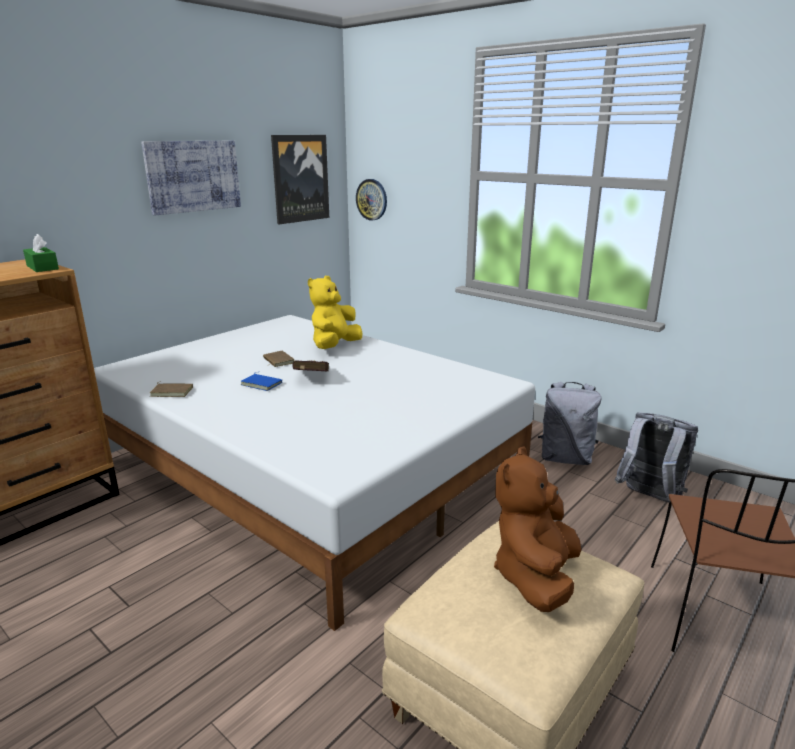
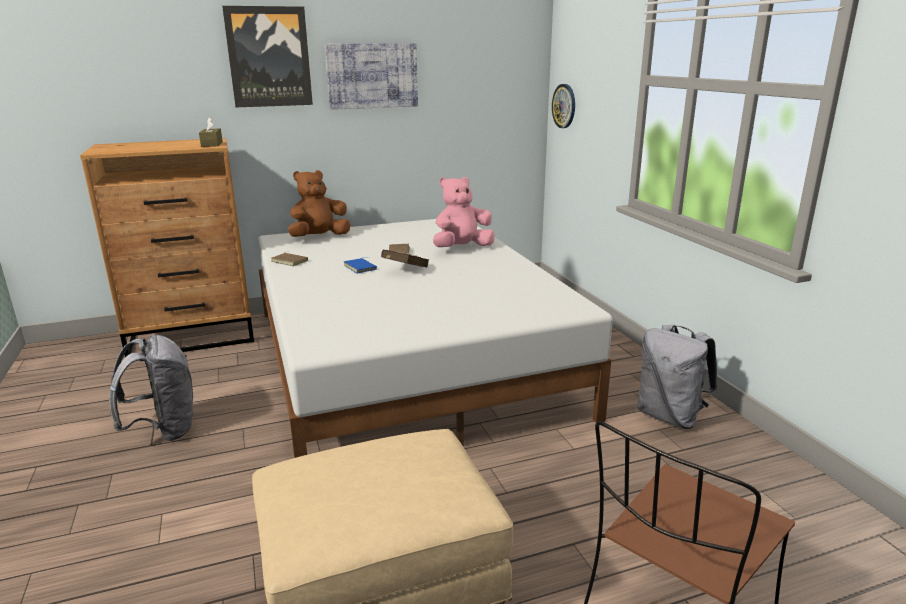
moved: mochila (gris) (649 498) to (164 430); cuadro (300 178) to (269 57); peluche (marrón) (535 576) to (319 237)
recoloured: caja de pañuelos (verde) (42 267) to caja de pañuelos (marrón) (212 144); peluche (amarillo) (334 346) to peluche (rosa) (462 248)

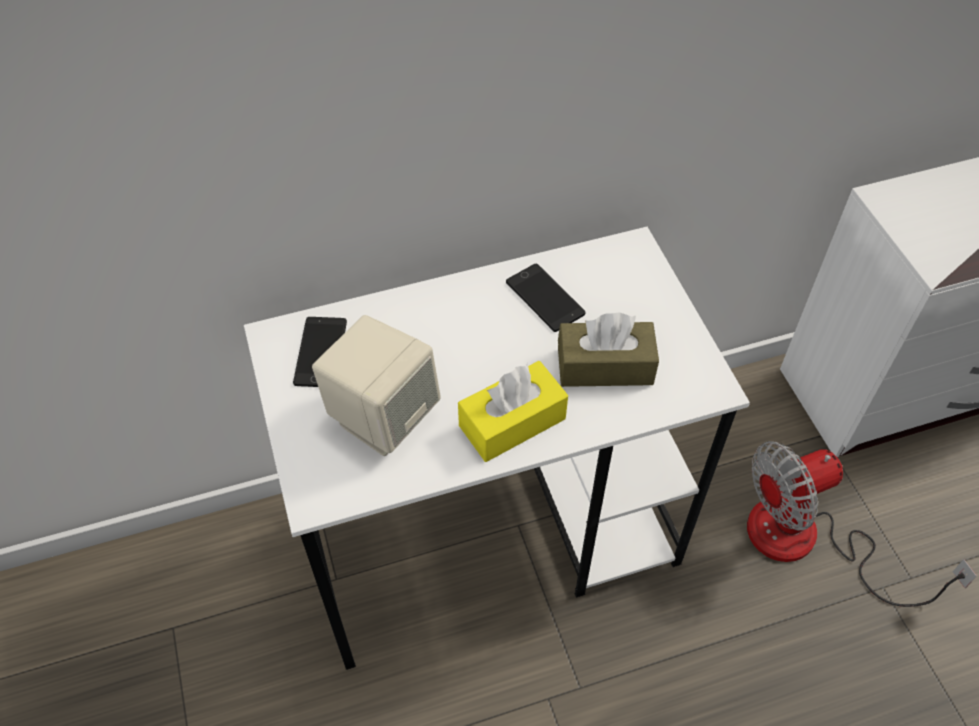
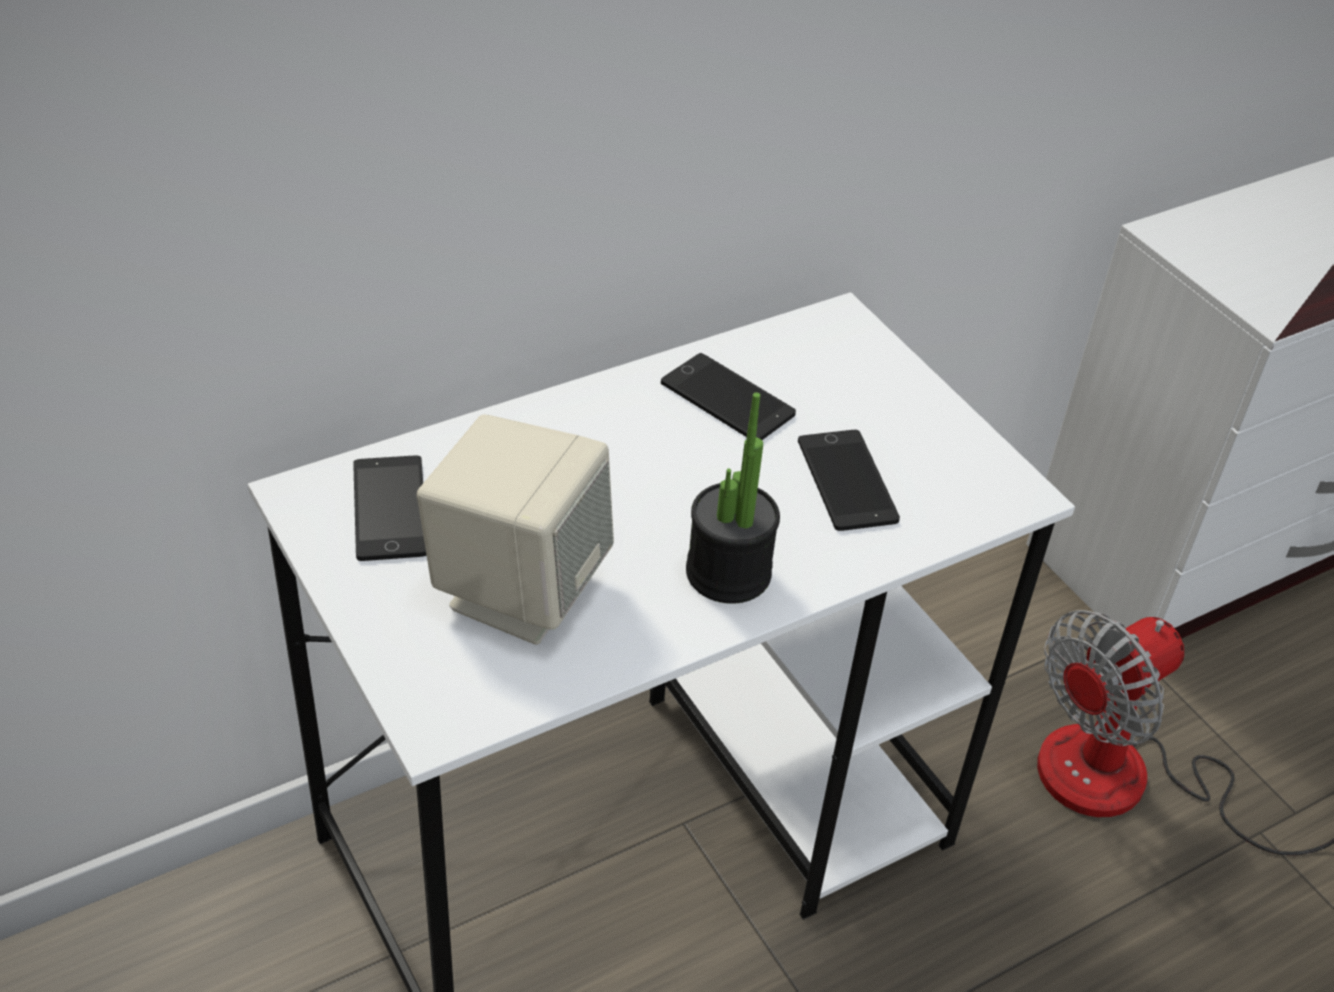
replaced: caja de pañuelos (amarillo) (512 422) to planta en maceta (728 573); caja de pañuelos (marrón) (605 366) to móvil (847 481)

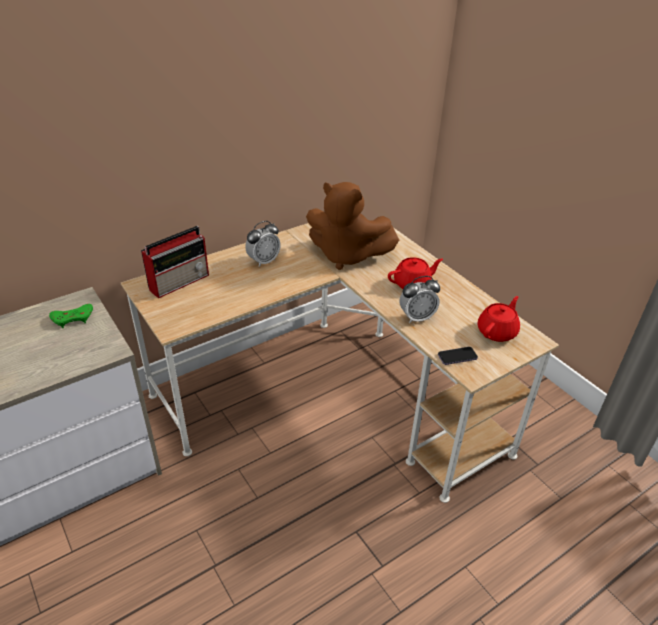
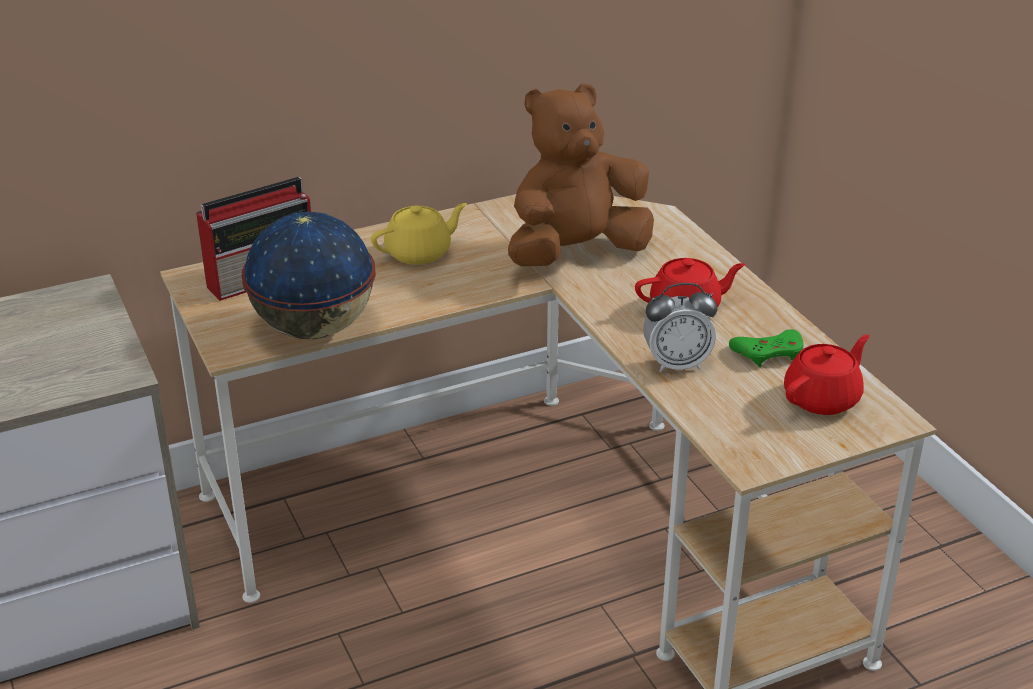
removed: móvil (457 357)
added: globo terráqueo (315 328)
moved: mando de consola (verde) (73 318) to (769 353)
replaced: despertador (263 261) to tetera (amarillo) (420 253)
turned: peluche (marrón) (346 256) = (575 253) 120 degrees clockwise

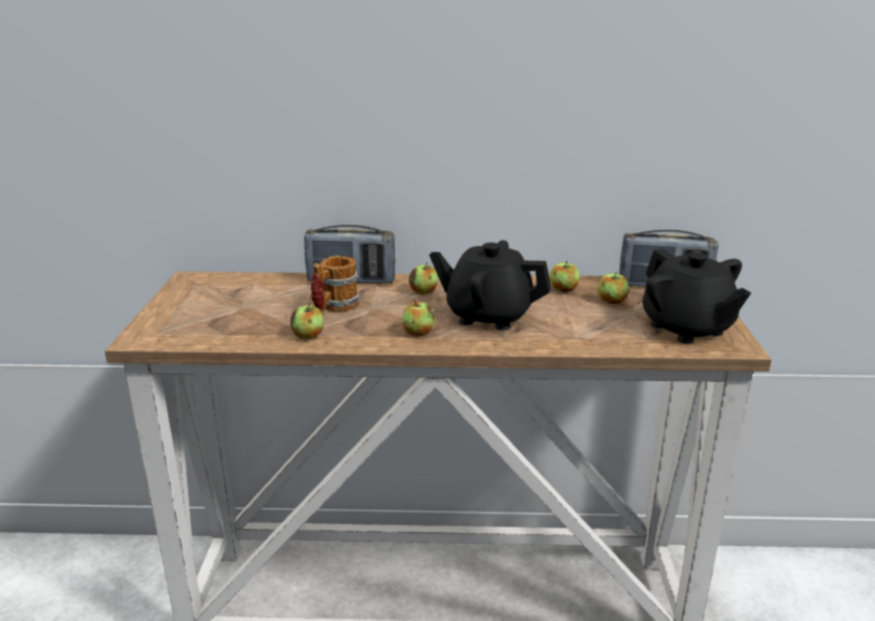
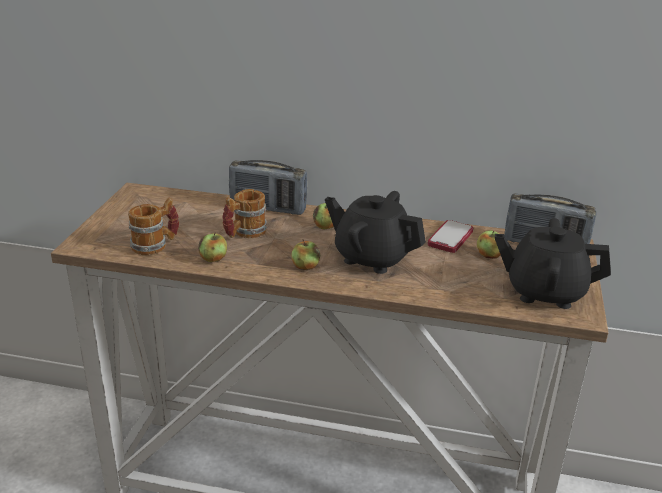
added: taza grande (156 245)
replaced: manzana (563 289) to móvil (450 238)
turned: tetera (negro) (686 328) = (544 292) 120 degrees clockwise

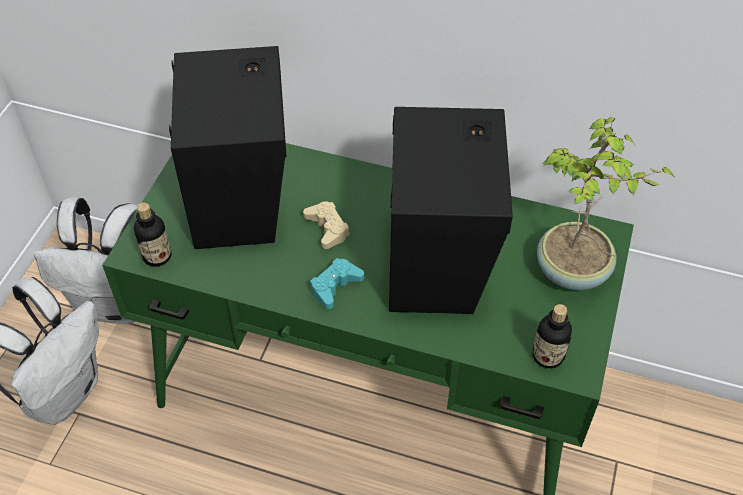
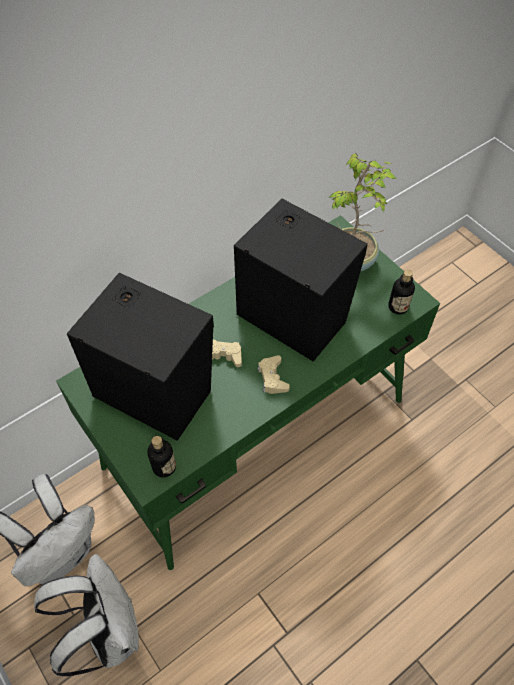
recoloured: mando de consola (turquesa) (335 286) to mando de consola (beis) (272 378)

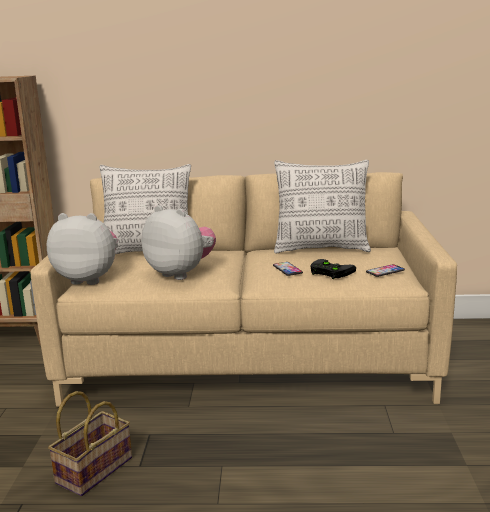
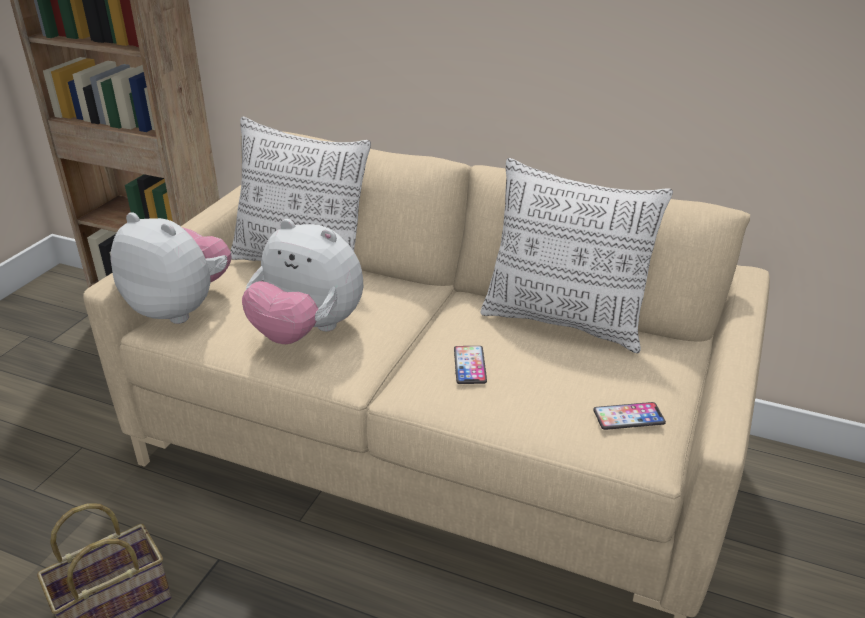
removed: mando de consola (negro) (329 272)
turned: peluche (181 273) = (307 331) 150 degrees clockwise

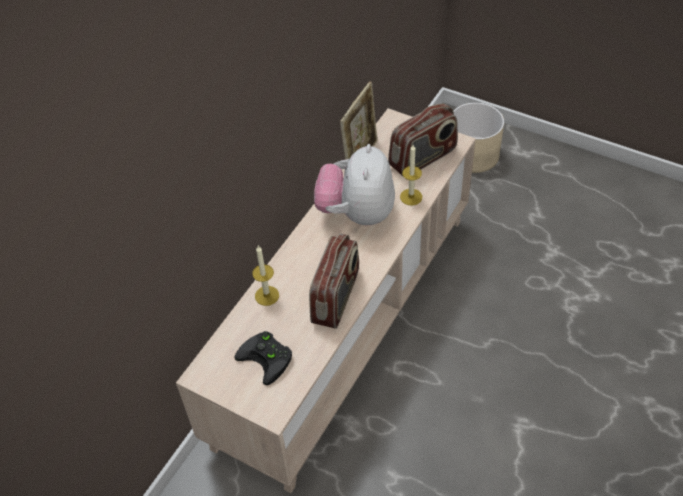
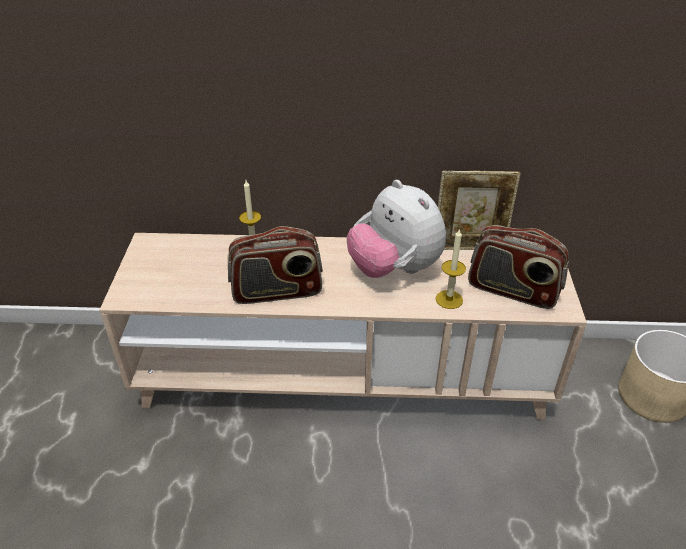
removed: mando de consola (negro) (268 358)
turned: peluche (357 213) = (394 269) 105 degrees counterclockwise

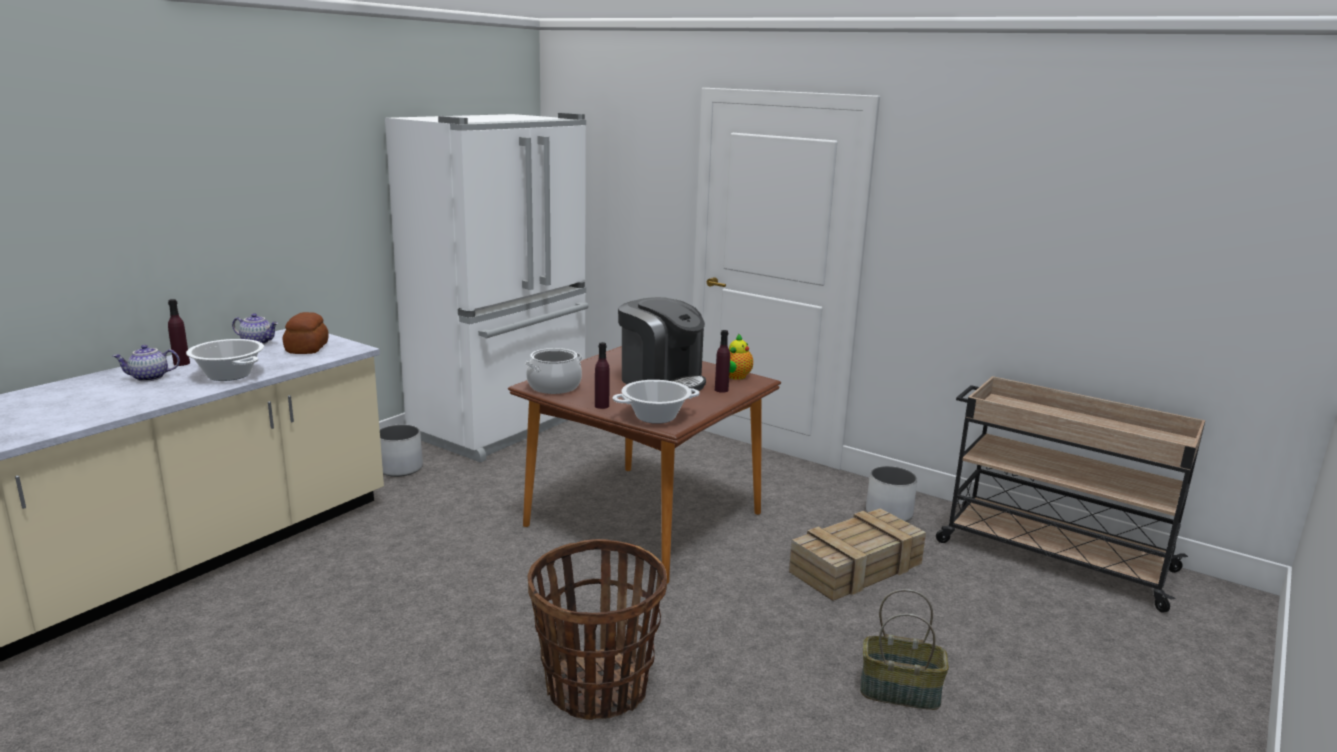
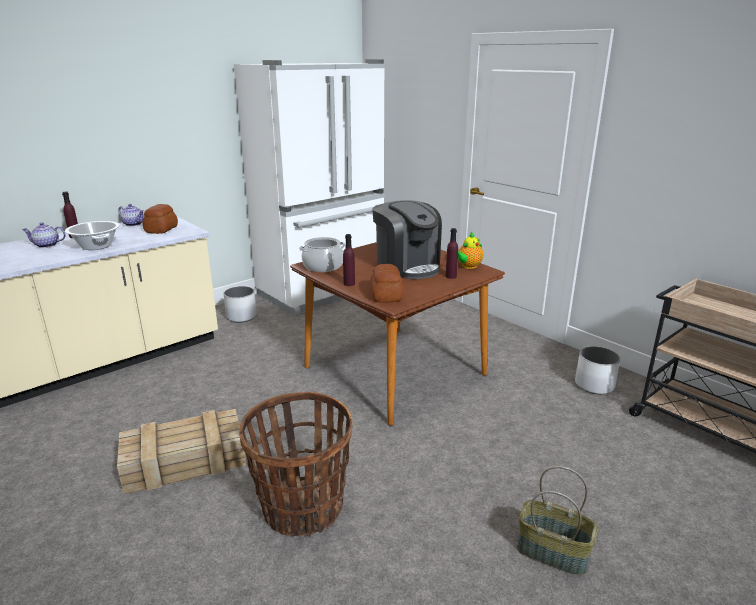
moved: caja de embalaje (855 568) to (183 462)
replaced: olla (656 417) to pan (385 295)

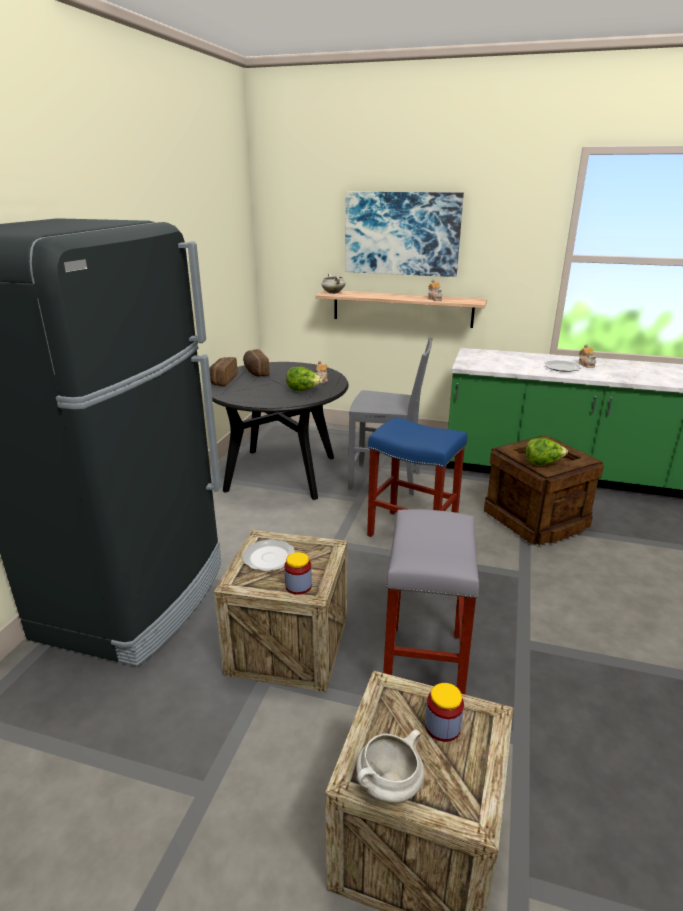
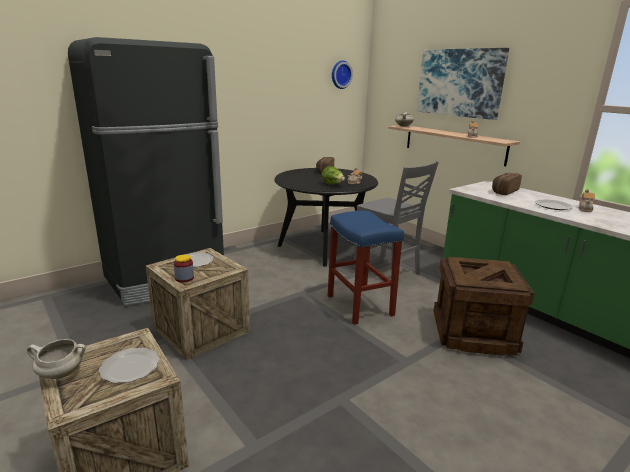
removed: taburete (gris) (423 663); lechuga (543 463)
added: reloj de pared (340 74)
moved: pan (222 380) to (503 191)
replaced: tarro (442 726) to plato (129 367)

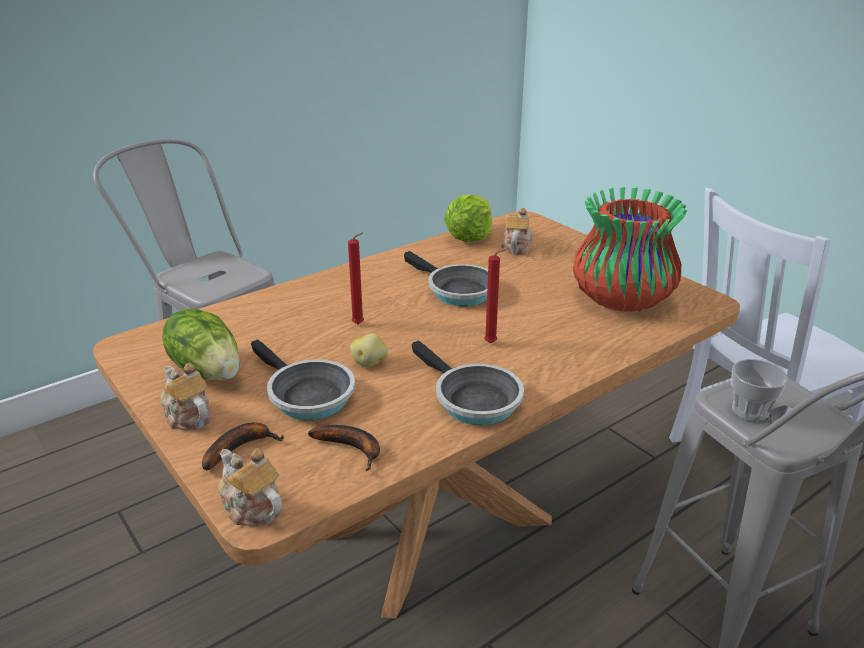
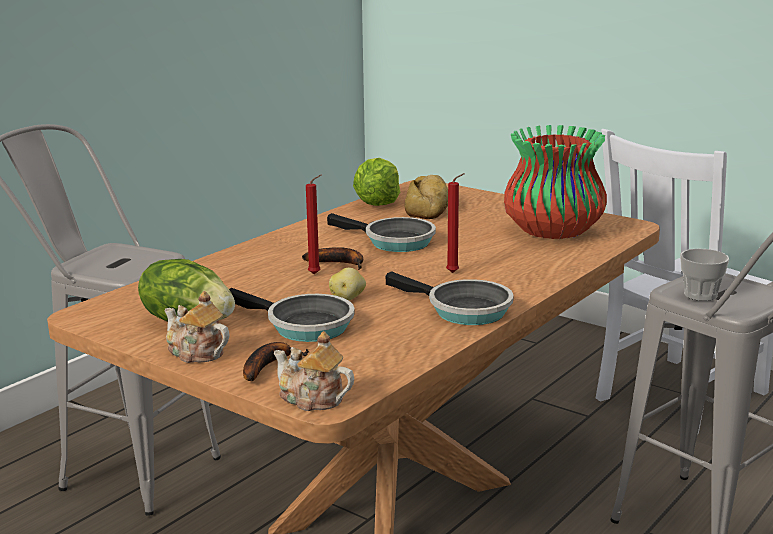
moved: plátano (352 448) to (339 263)
replaced: tetera (516 246) to pan (429 205)

